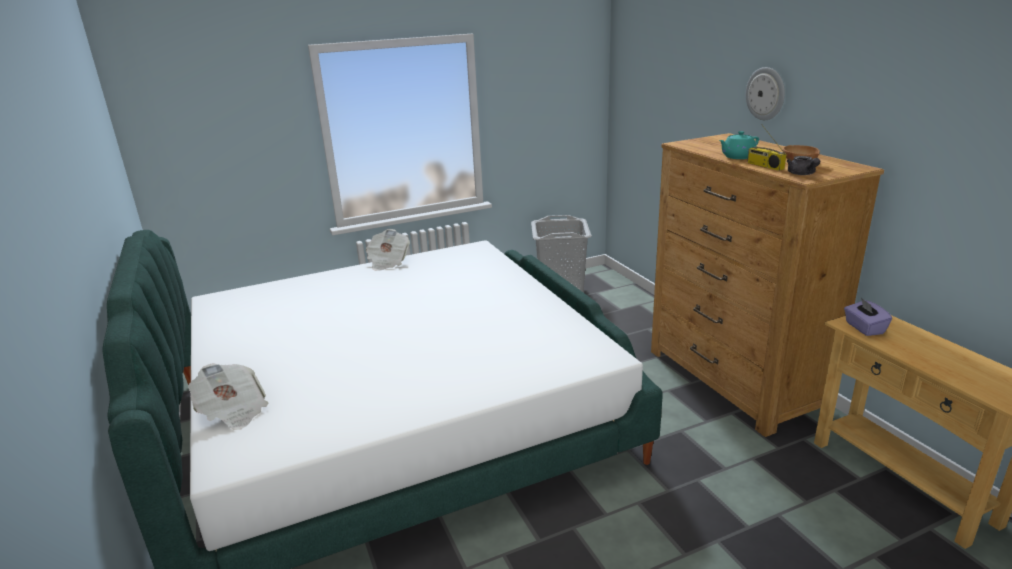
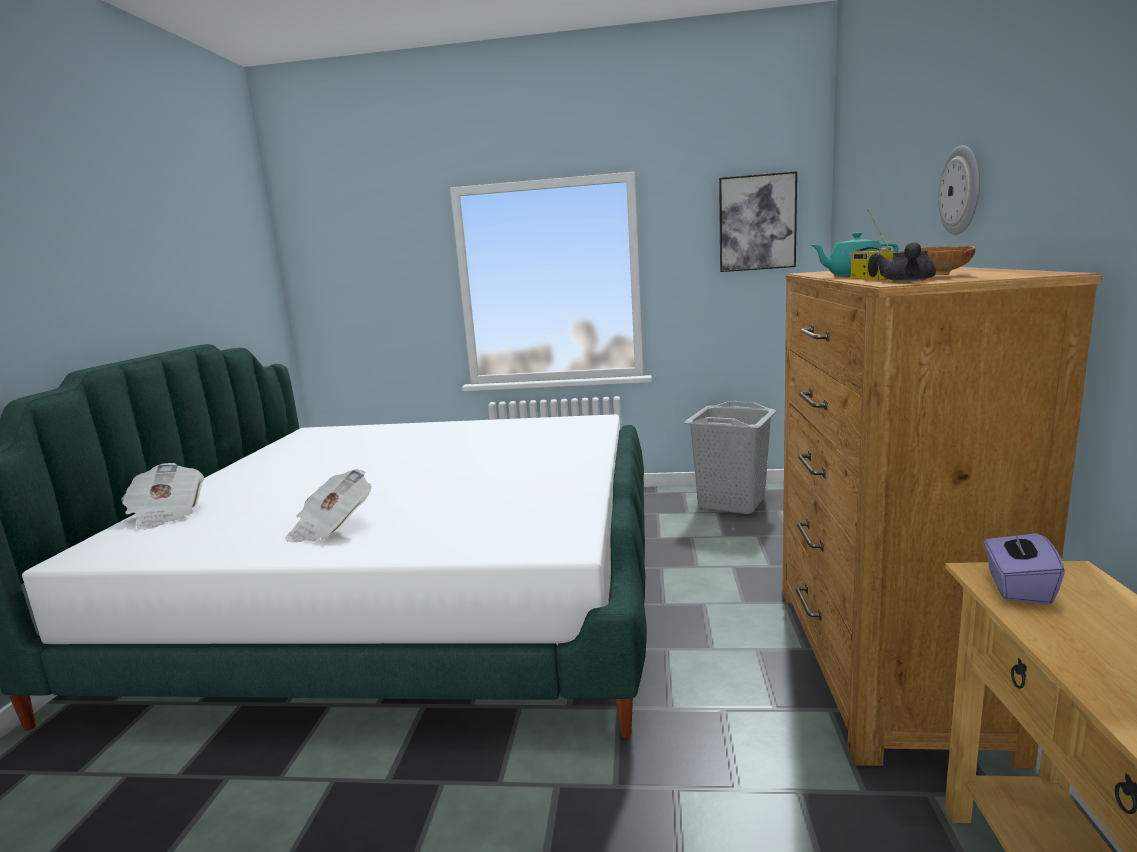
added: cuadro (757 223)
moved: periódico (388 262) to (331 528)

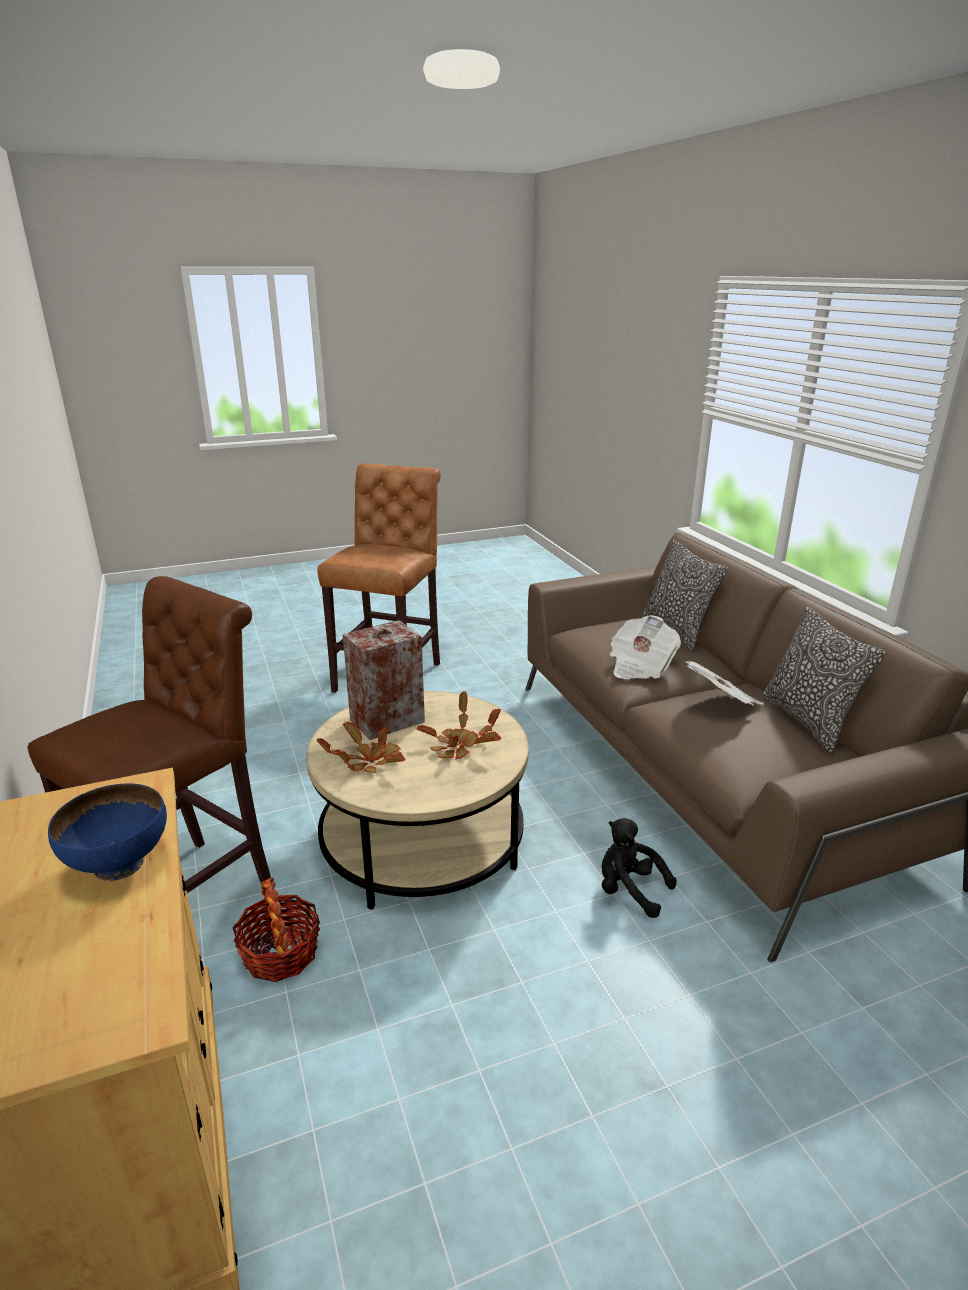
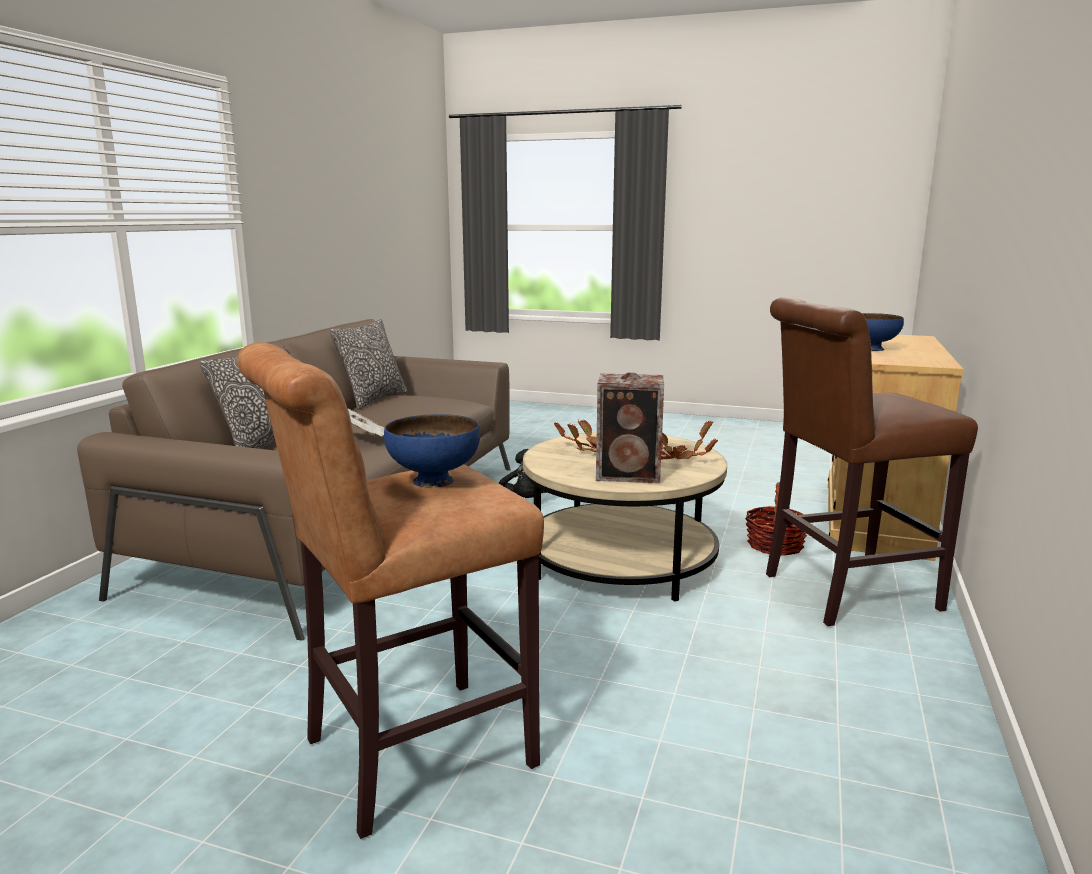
removed: periódico (721 703)
added: cuenco (azul) (434 481)

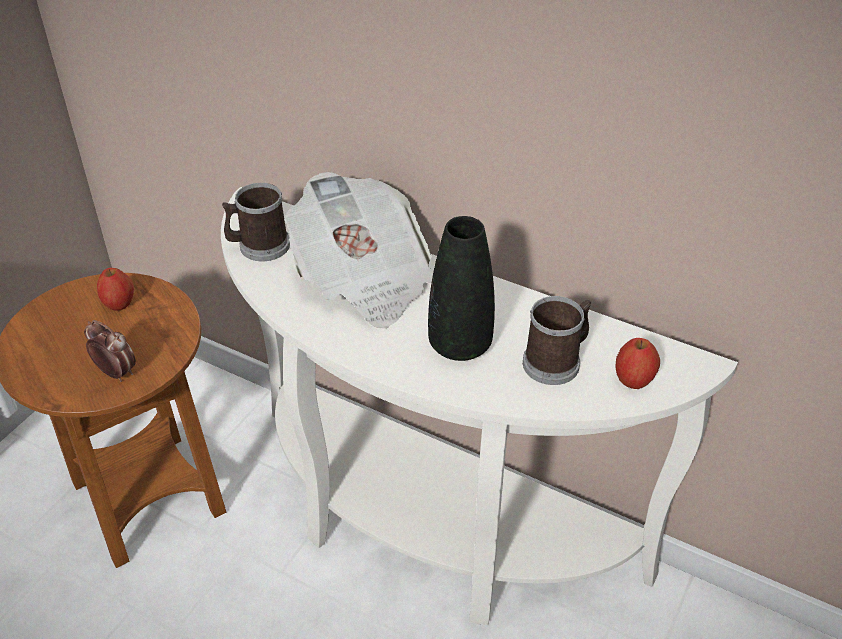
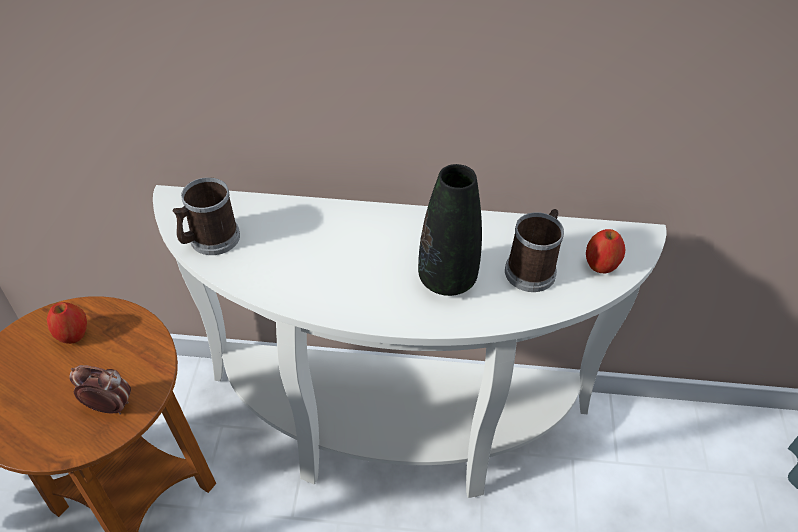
removed: periódico (363 279)

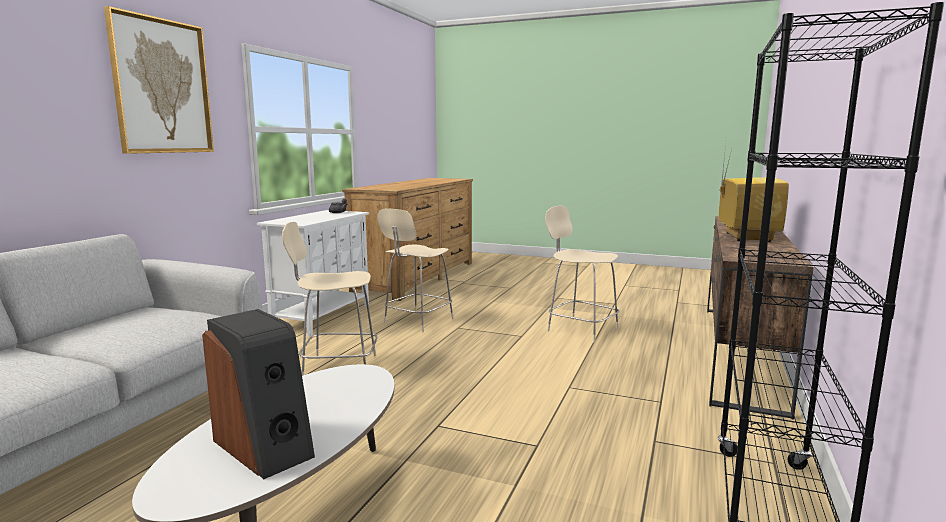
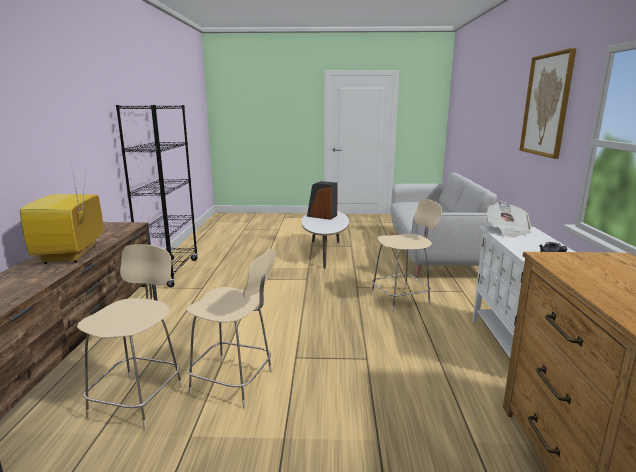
added: periódico (507 231)
moved: taburete (beis) (417 321) to (139 399)

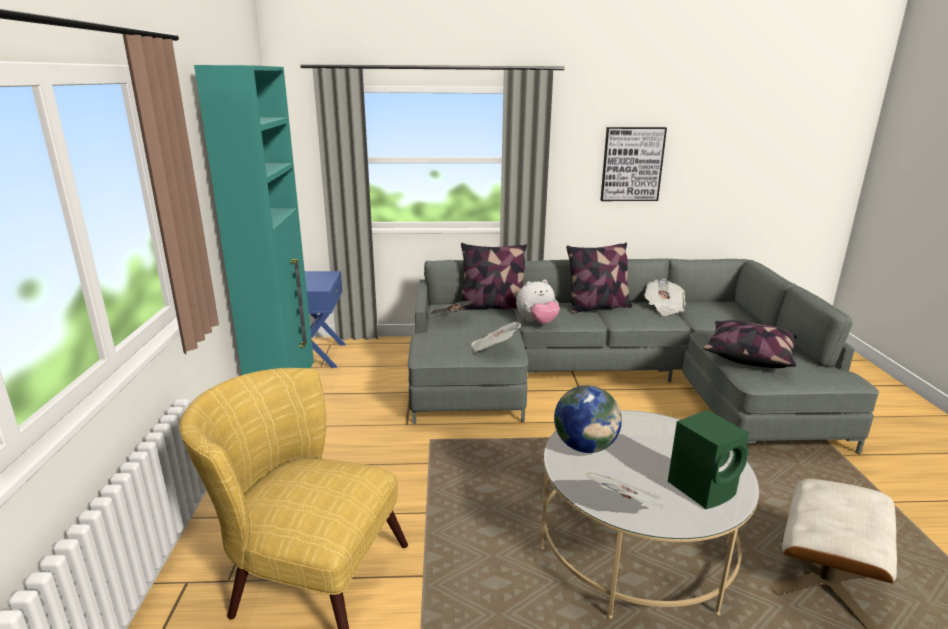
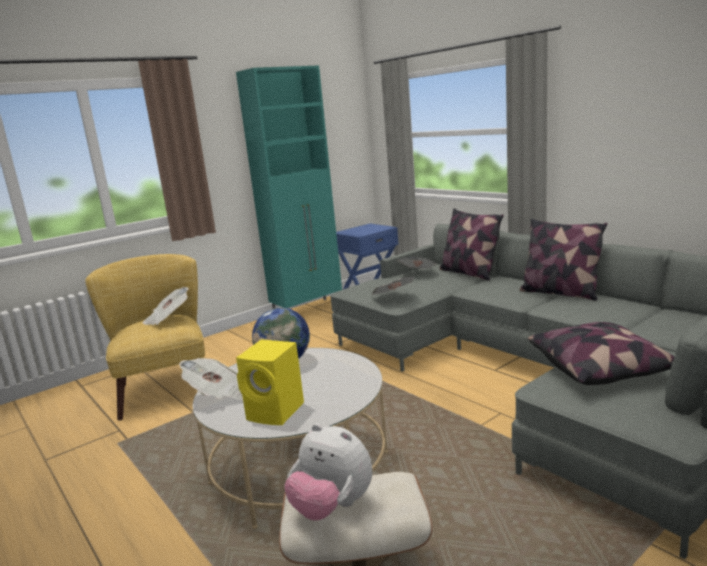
removed: cuadro (632 164)
moved: periódico (663 308) to (168 319); peluche (537 322) to (332 507)
recoloured: altavoz (verde) (703 488) to altavoz (amarillo) (277 412)

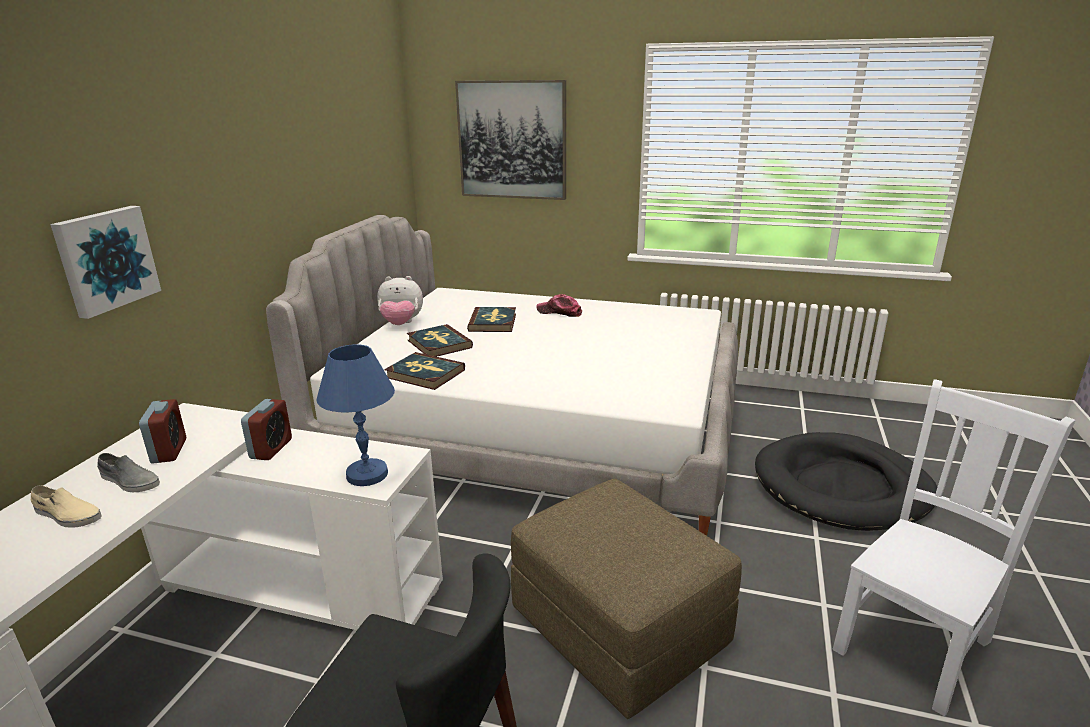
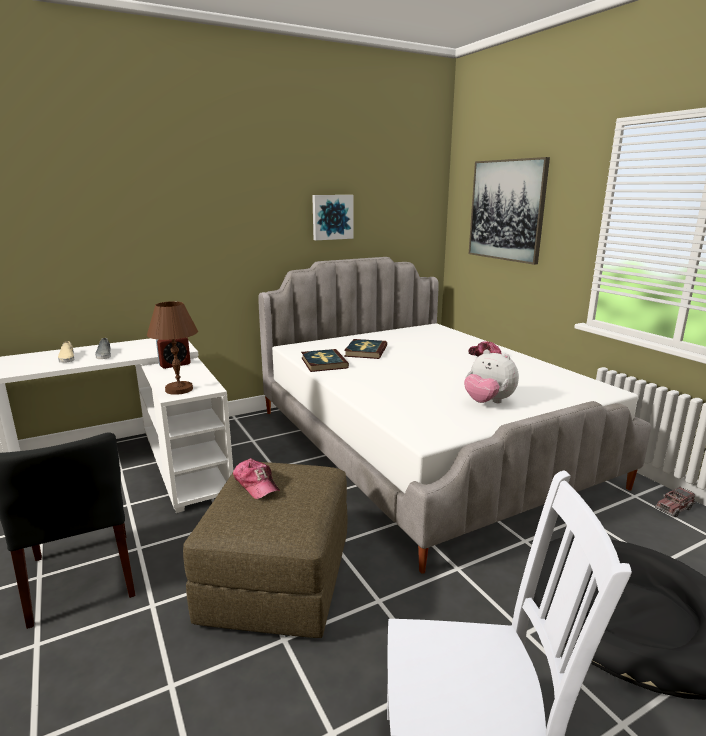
removed: despertador (169 451); libro (493 322)
added: gorra (256 484); camión de juguete (674 508)
moved: cuadro (106 259) to (332 217); peluche (401 324) to (488 402)
recoloured: lámpara de mesa (azul) (367 474) to lámpara de mesa (marrón) (179 389)

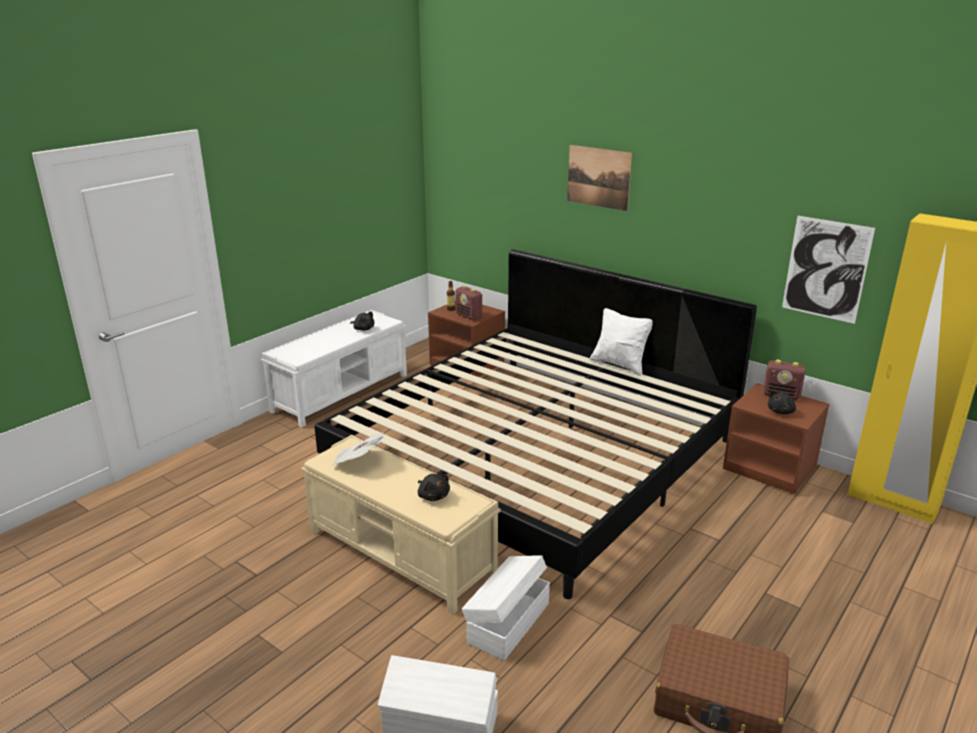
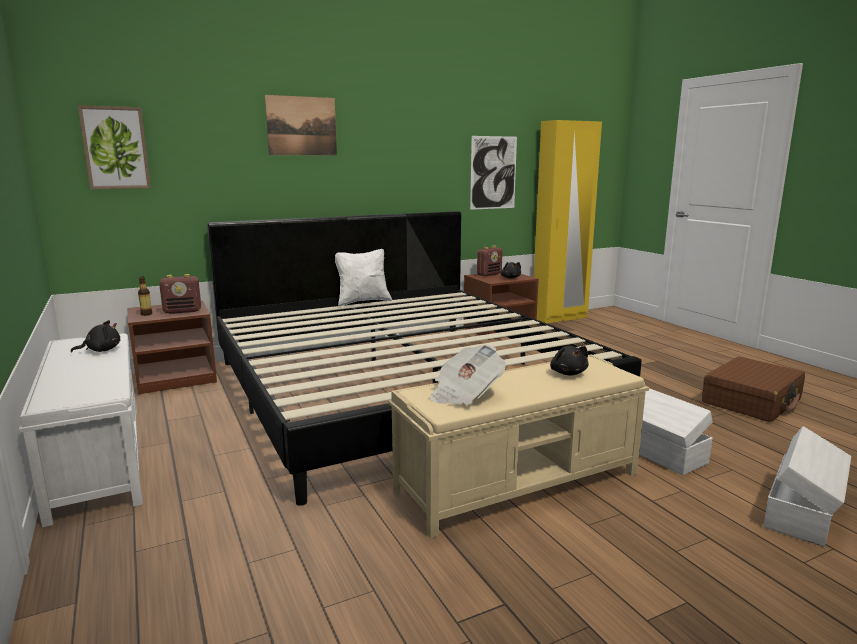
added: cuadro (115 148)
turned: peluche (negro) (433 496) = (568 373) 90 degrees clockwise

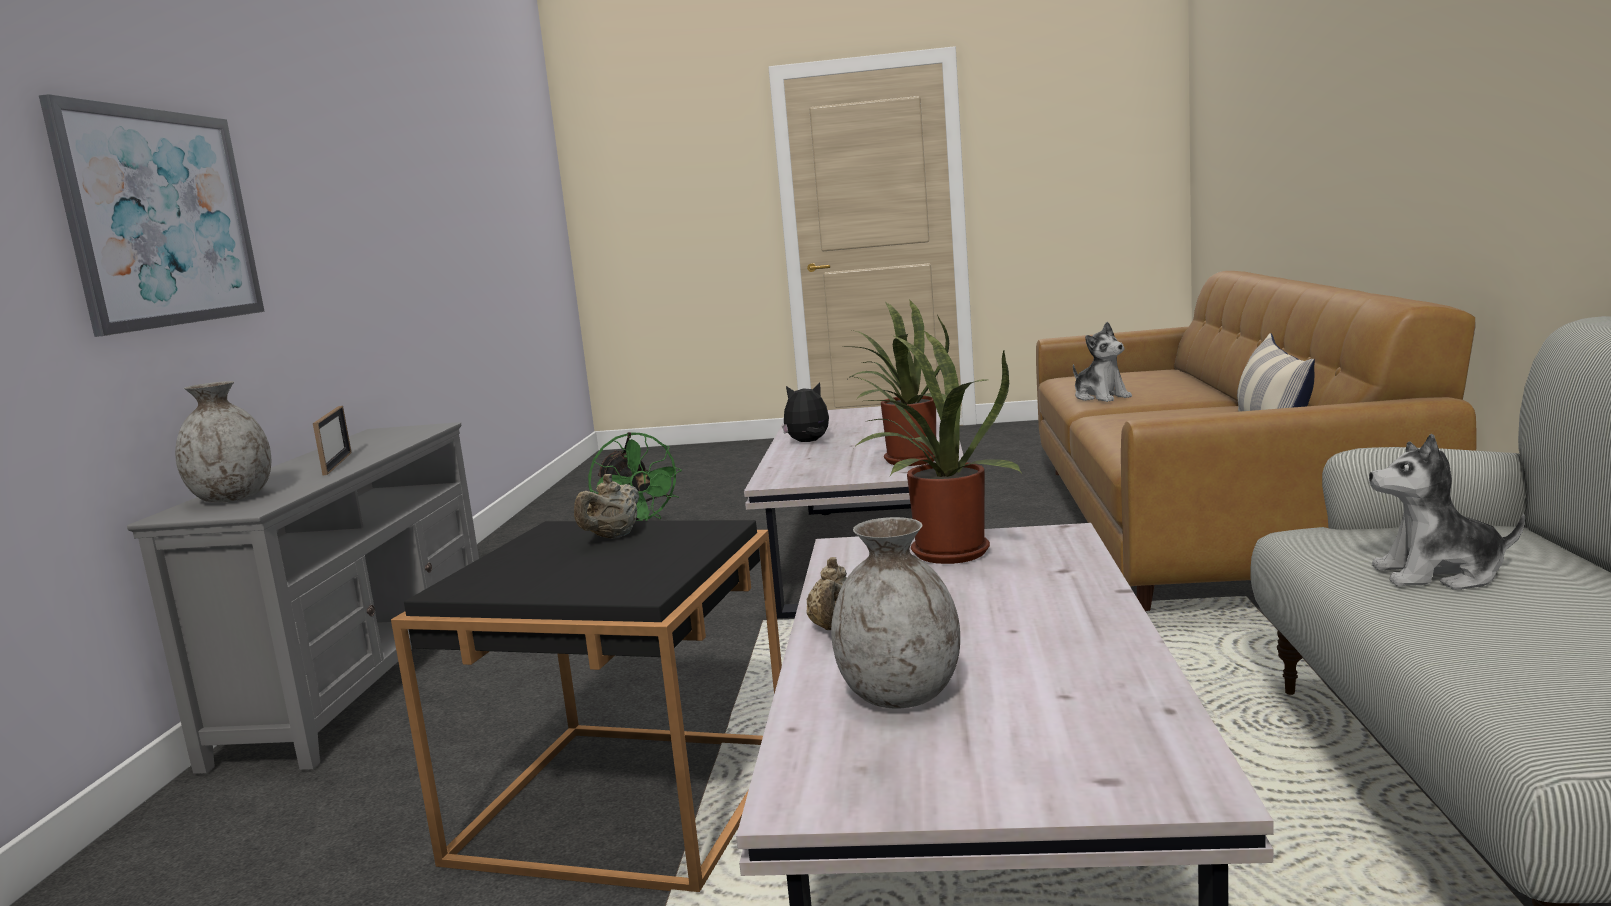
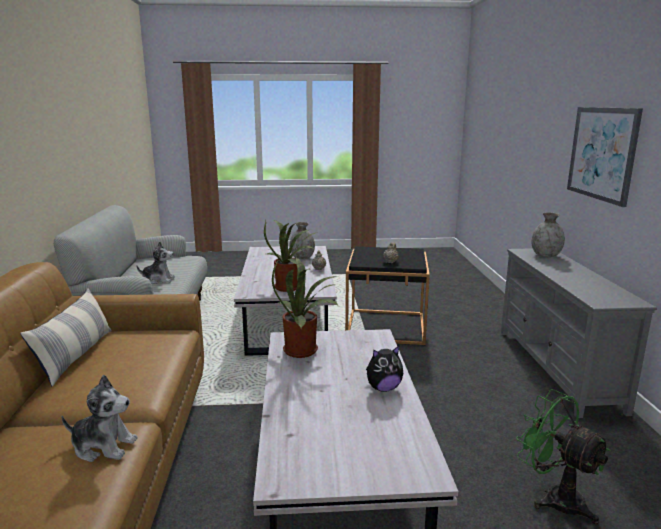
removed: portarretratos (337 463)
turned: peluche (1101 397) = (103 446) 135 degrees clockwise

